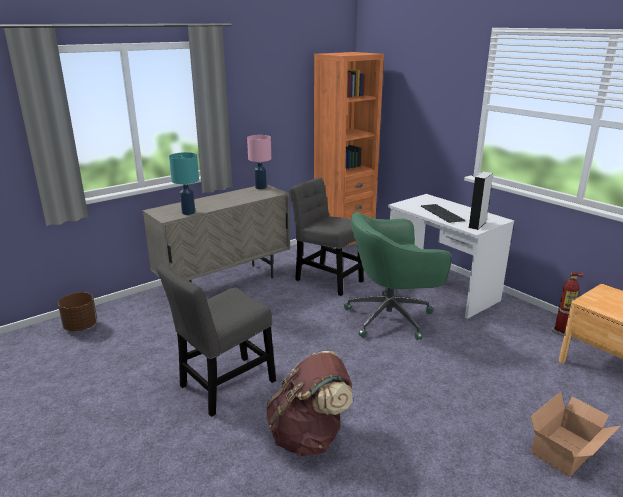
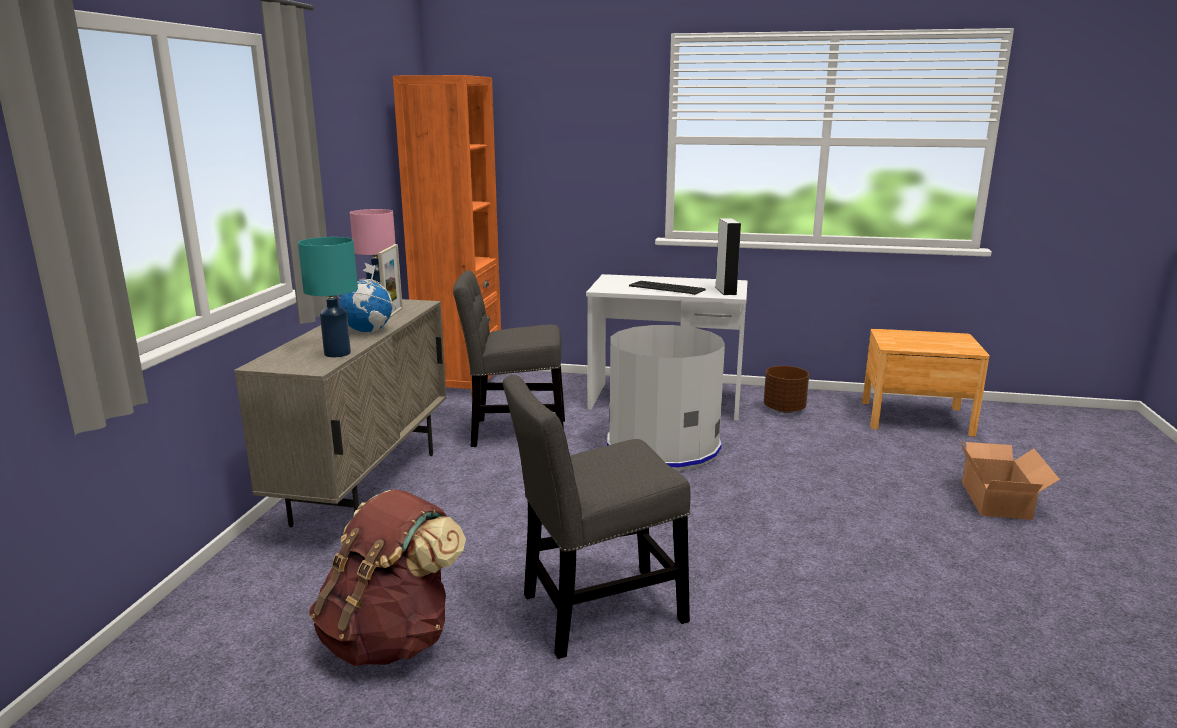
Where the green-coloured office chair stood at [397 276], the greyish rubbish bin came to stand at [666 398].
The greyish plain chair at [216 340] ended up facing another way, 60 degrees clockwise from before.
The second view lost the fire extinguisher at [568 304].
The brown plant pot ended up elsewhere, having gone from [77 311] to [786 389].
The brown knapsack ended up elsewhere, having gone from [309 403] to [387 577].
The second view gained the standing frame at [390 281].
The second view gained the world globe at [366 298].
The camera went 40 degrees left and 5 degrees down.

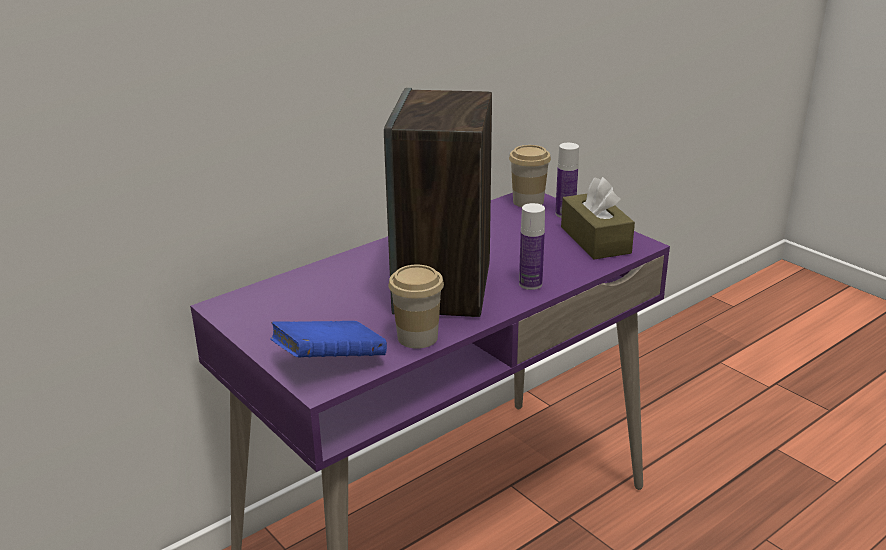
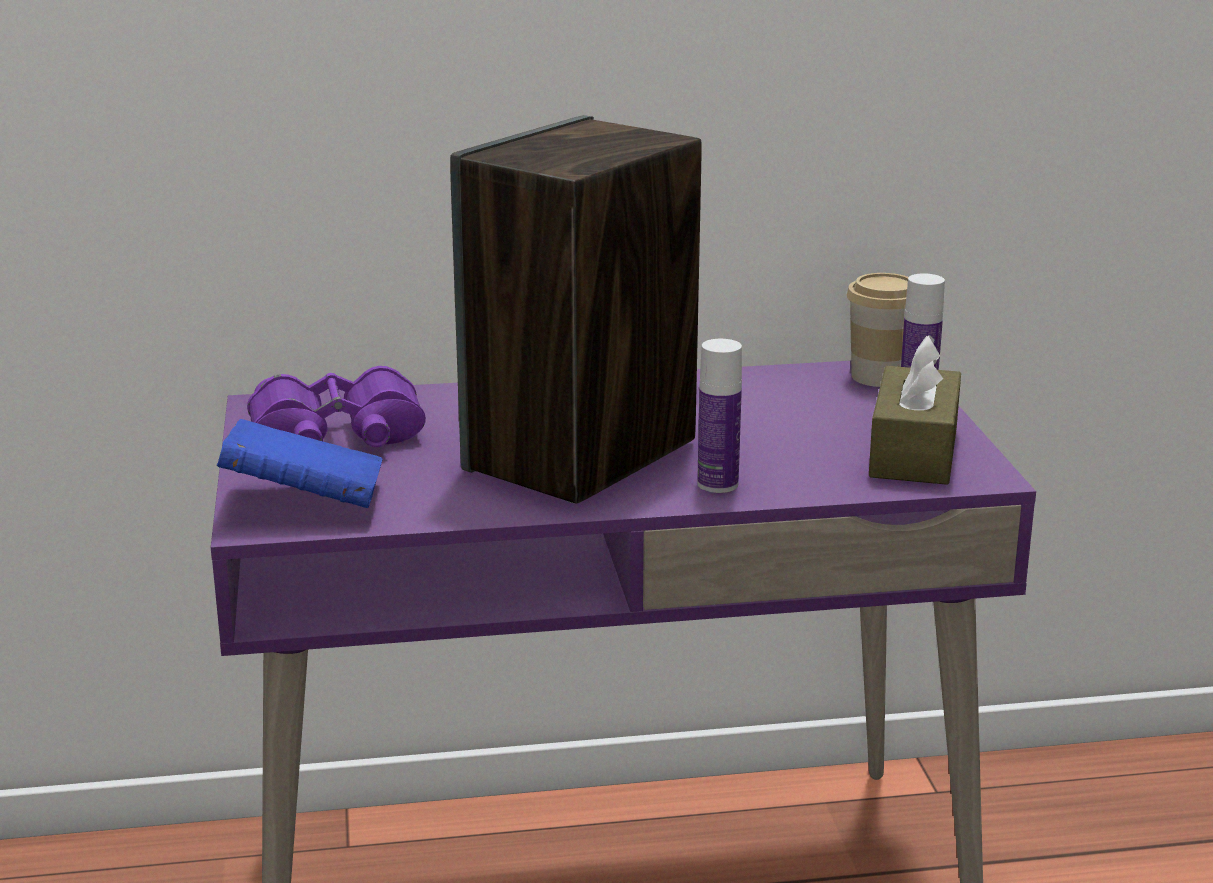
The second view lost the drinking cup at [416 307].
The second view gained the purplish field glasses at [336 406].
The camera went 30 degrees right and 5 degrees down.

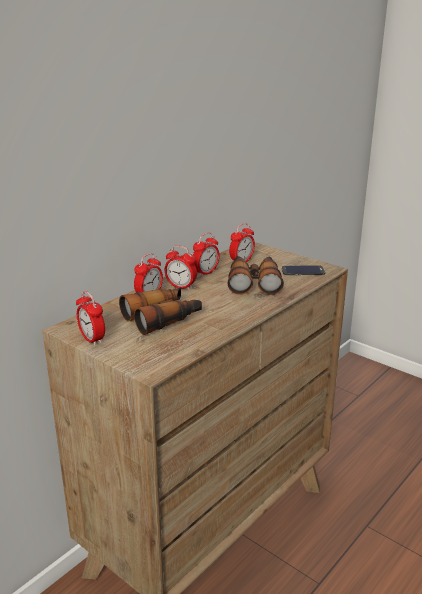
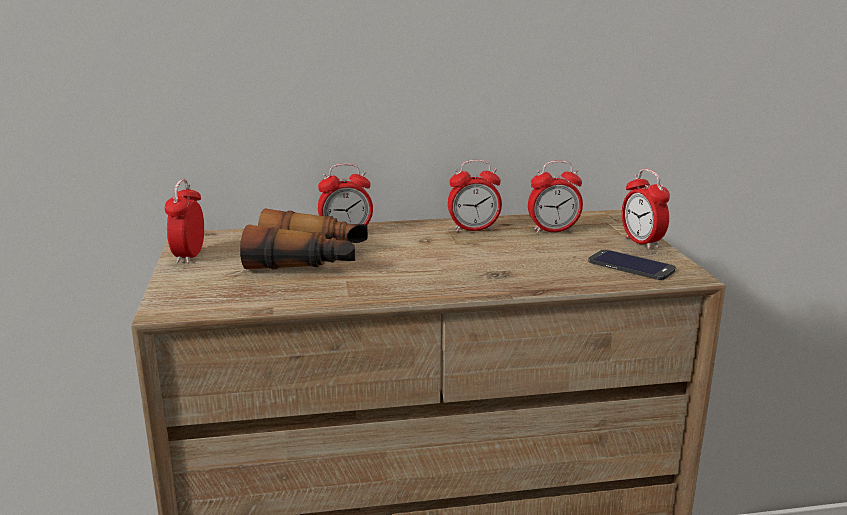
The table clock ended up elsewhere, having gone from [181 267] to [646 209].
The second view lost the field glasses at [255 275].
The camera went 40 degrees right and 5 degrees down.

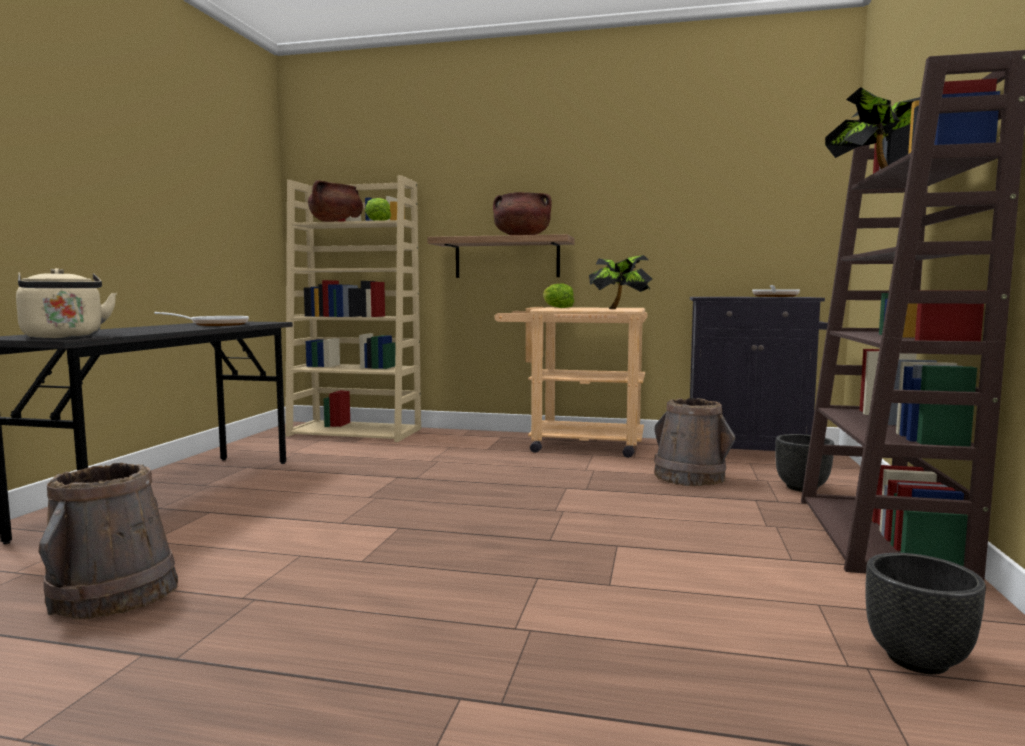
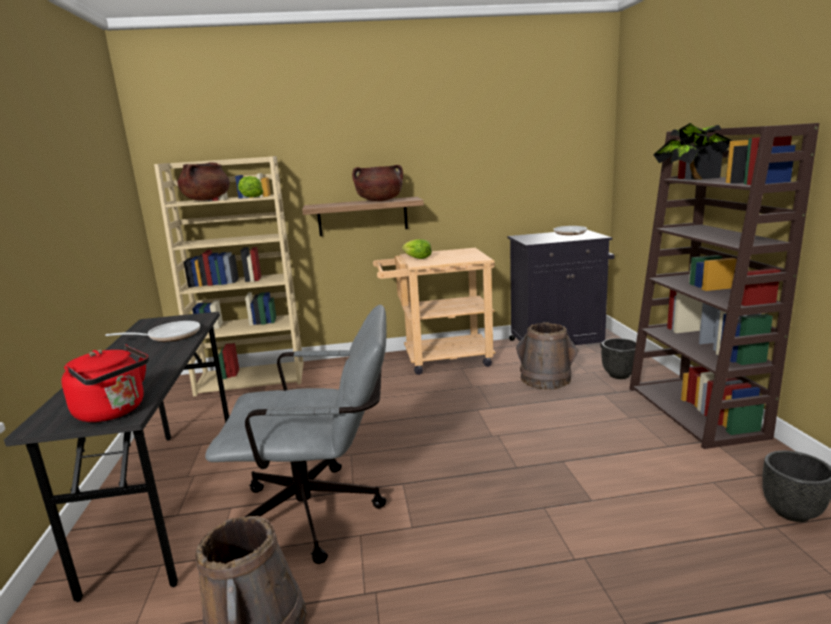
The second view lost the potted plant at [620 282].
What was the sand-coloured kettle at [66 303] turned into the red kettle at [105 383].
The second view gained the greyish office chair at [296 434].
The camera went 20 degrees left and 10 degrees up.

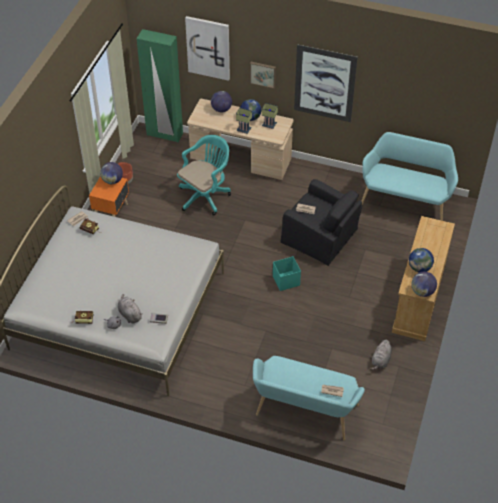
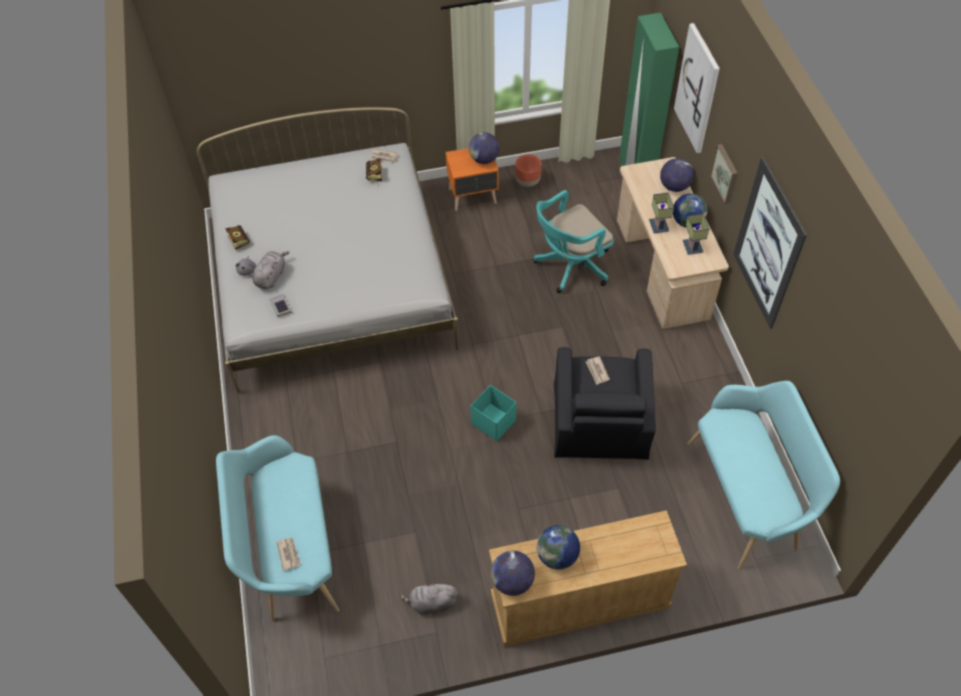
The turquoise office chair at [204 175] ended up facing another way, 135 degrees clockwise from before.
The camera went 60 degrees right and 5 degrees up.

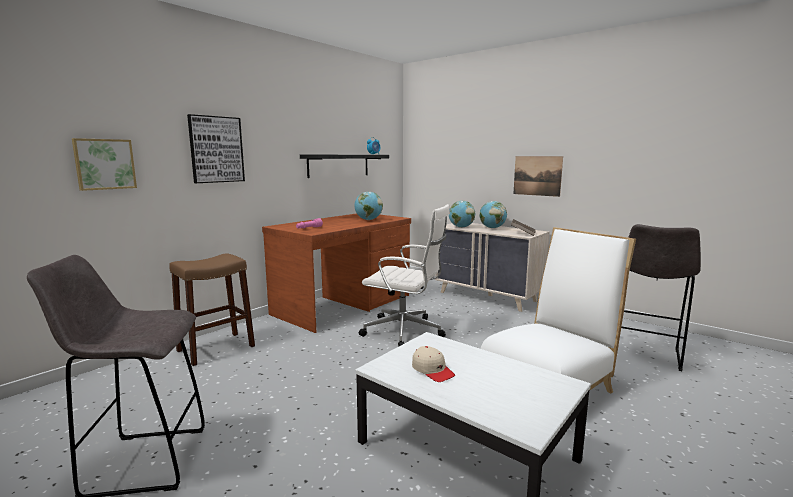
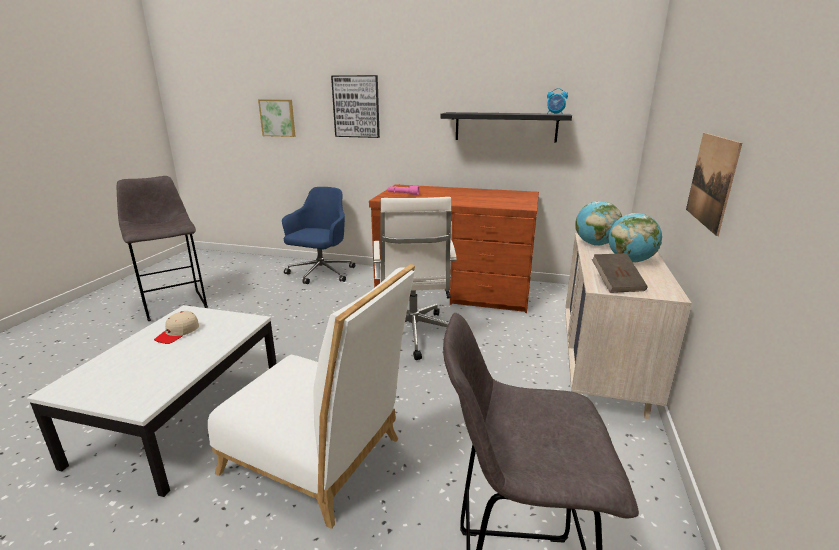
The second view lost the world globe at [368 206].
Where the brown stool seat stood at [212 309], the bluish office chair came to stand at [318 235].
The camera went 65 degrees right and 10 degrees up.

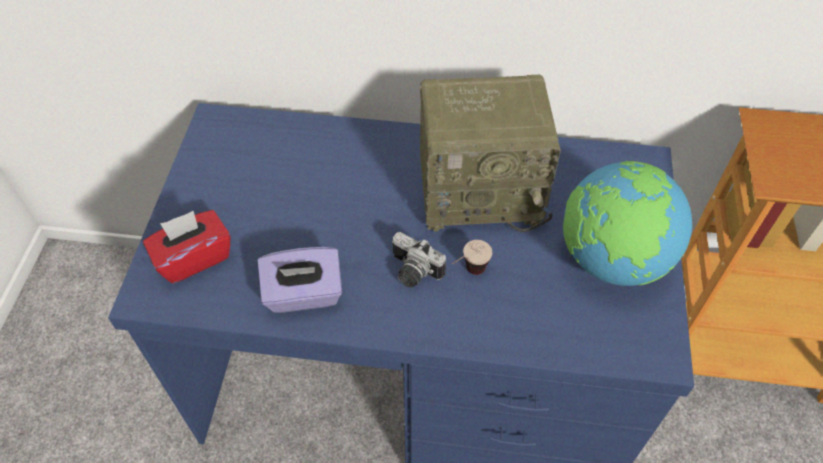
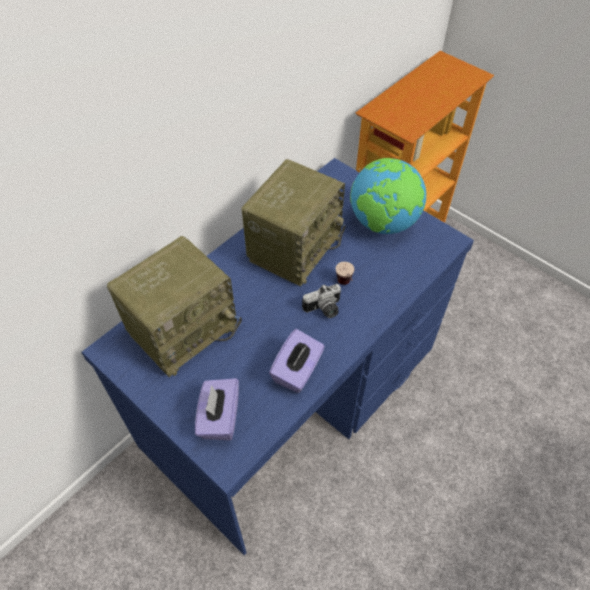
What was the red tissue box at [187 246] turned into the purplish tissue box at [217 409].
The second view gained the radio receiver at [174 306].
The camera went 55 degrees left and 0 degrees up.

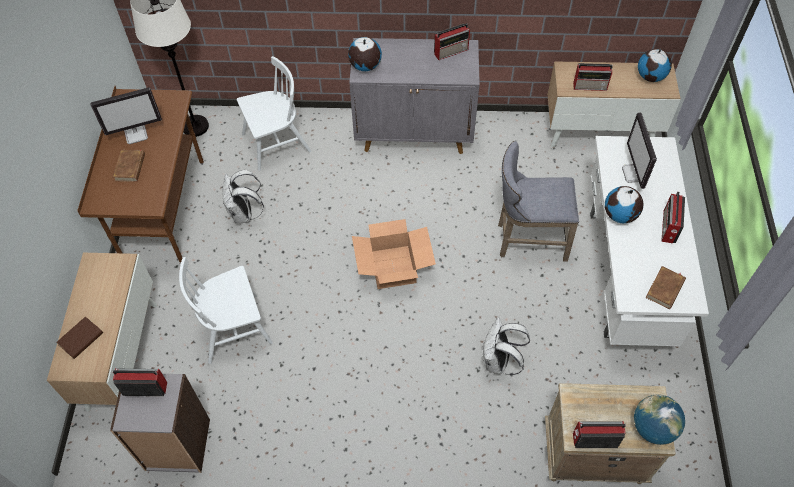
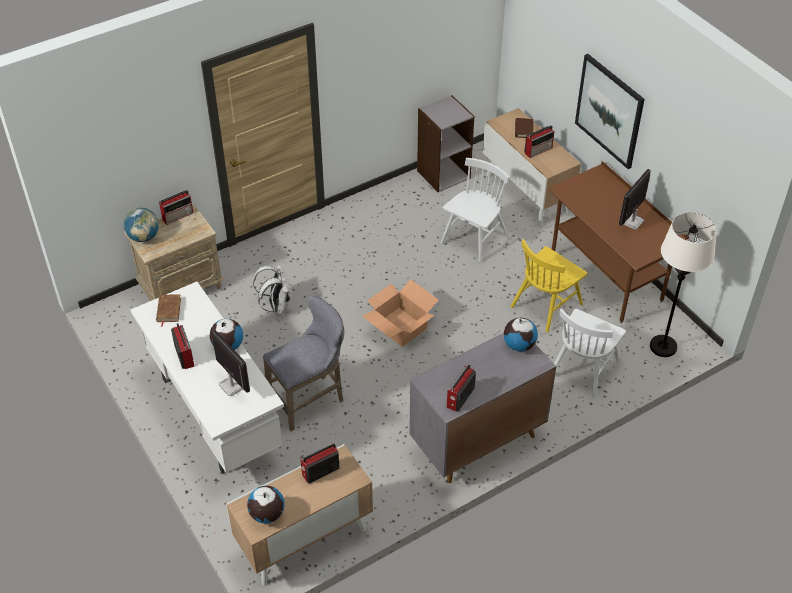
The second view lost the brown bound book at [129 165].
Where the white-coloured knapsack stood at [243 197], the yellowish plain chair came to stand at [548 285].
The radio receiver ended up elsewhere, having gone from [139 382] to [539 141].
The second view gained the picture at [610 111].
The camera went 145 degrees right and 10 degrees down.

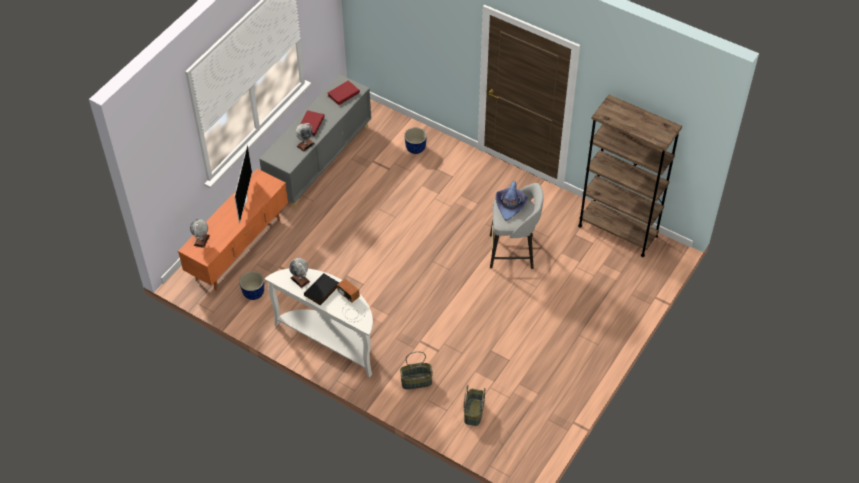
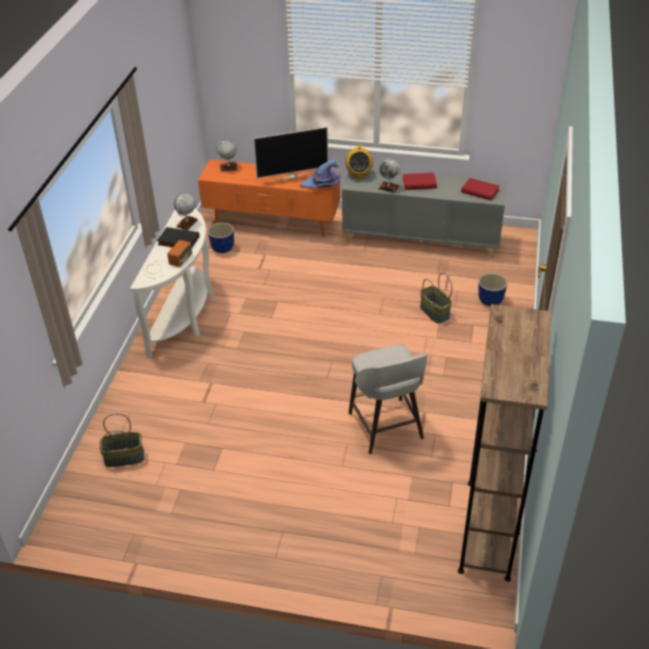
The purplish wearable hat ended up elsewhere, having gone from [512 200] to [320 174].
The storage basket ended up elsewhere, having gone from [416 370] to [436 298].
The second view gained the radio receiver at [359 161].
The camera went 70 degrees right and 10 degrees down.

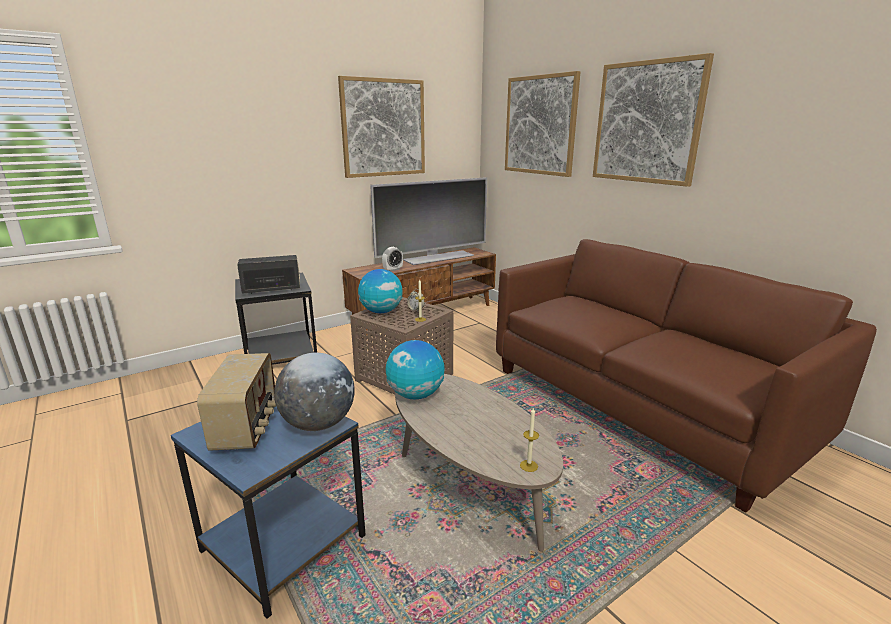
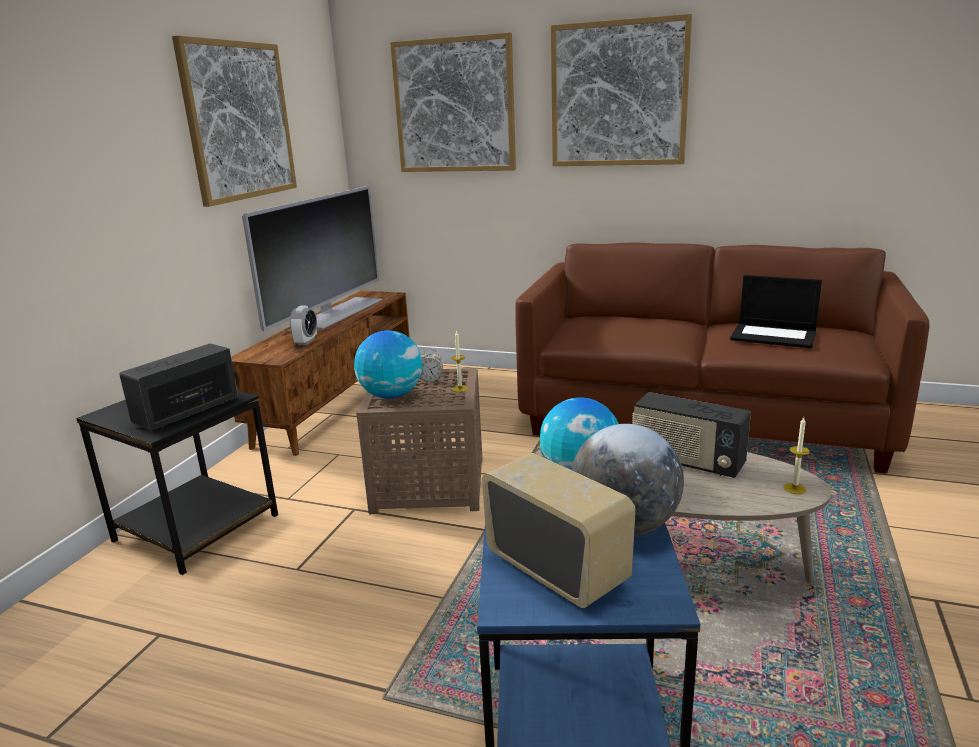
The second view gained the notebook computer at [776 311].
The second view gained the radio receiver at [691 435].
The camera went 35 degrees left and 0 degrees up.

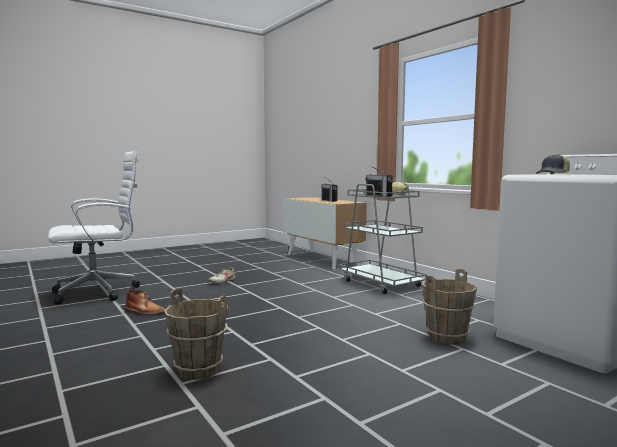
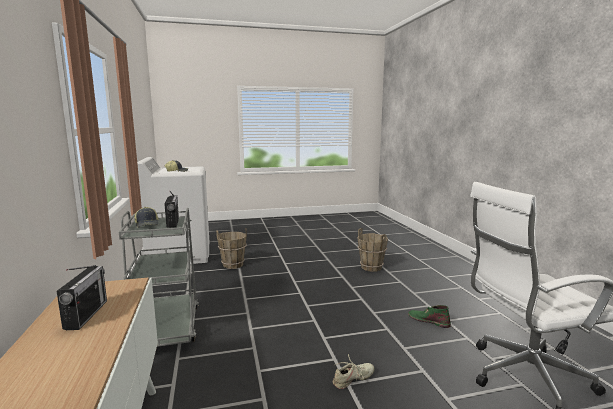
What was the brown high-top boot at [145 302] turned into the green-coloured high-top boot at [429 316].
The camera went 160 degrees left and 5 degrees up.

